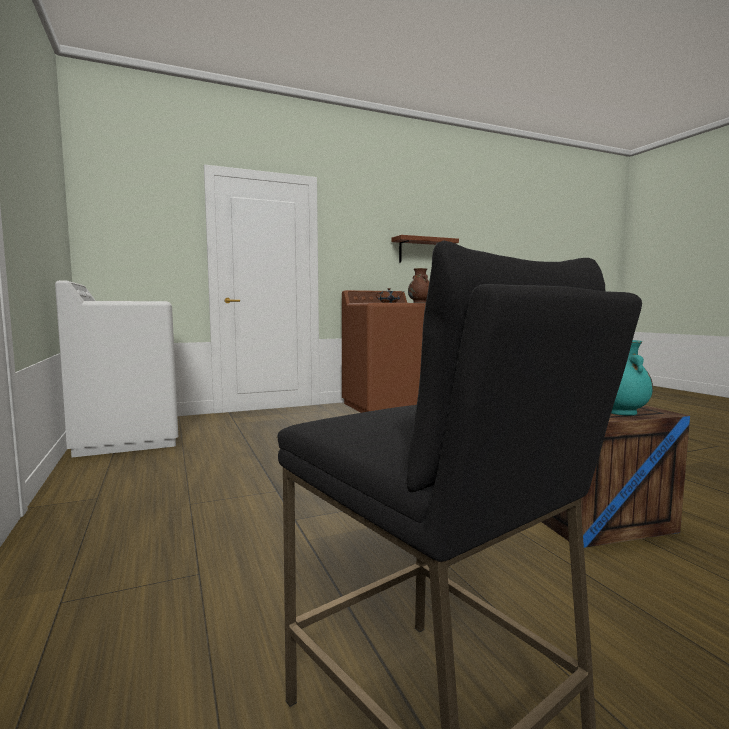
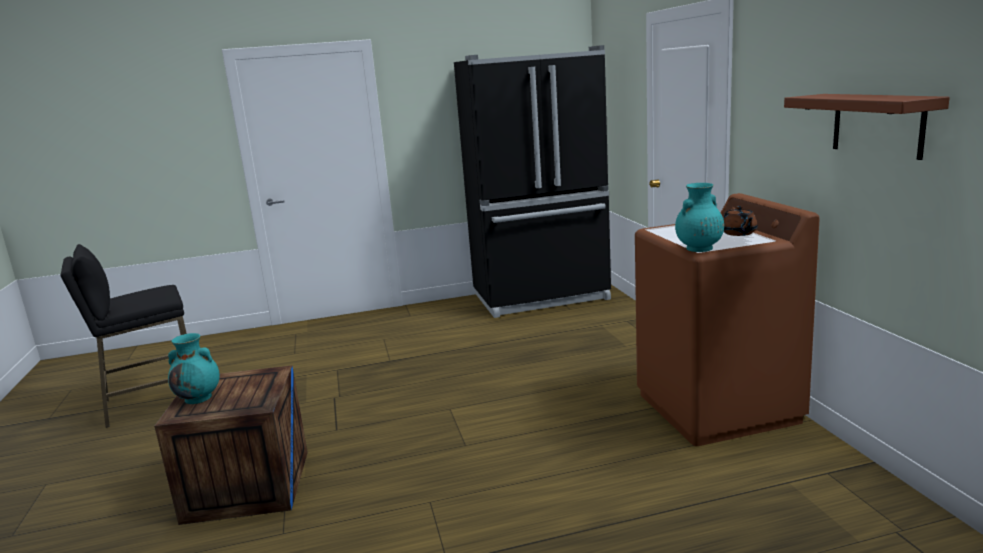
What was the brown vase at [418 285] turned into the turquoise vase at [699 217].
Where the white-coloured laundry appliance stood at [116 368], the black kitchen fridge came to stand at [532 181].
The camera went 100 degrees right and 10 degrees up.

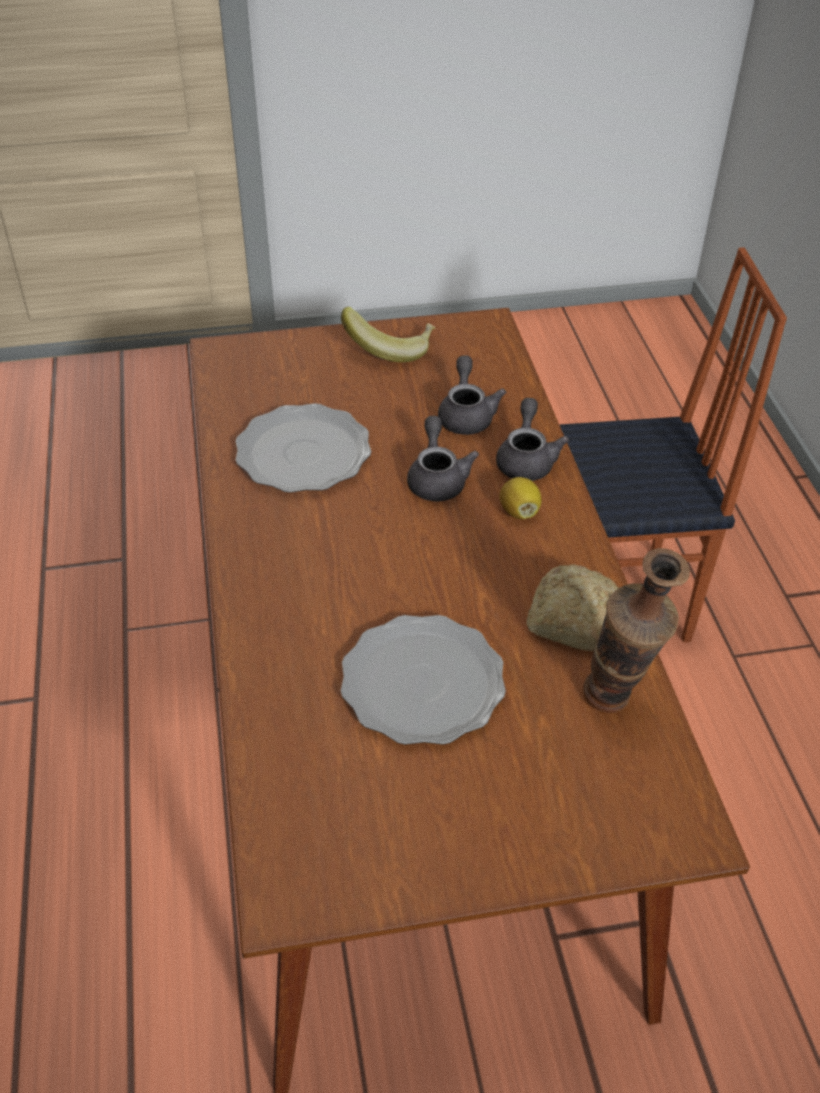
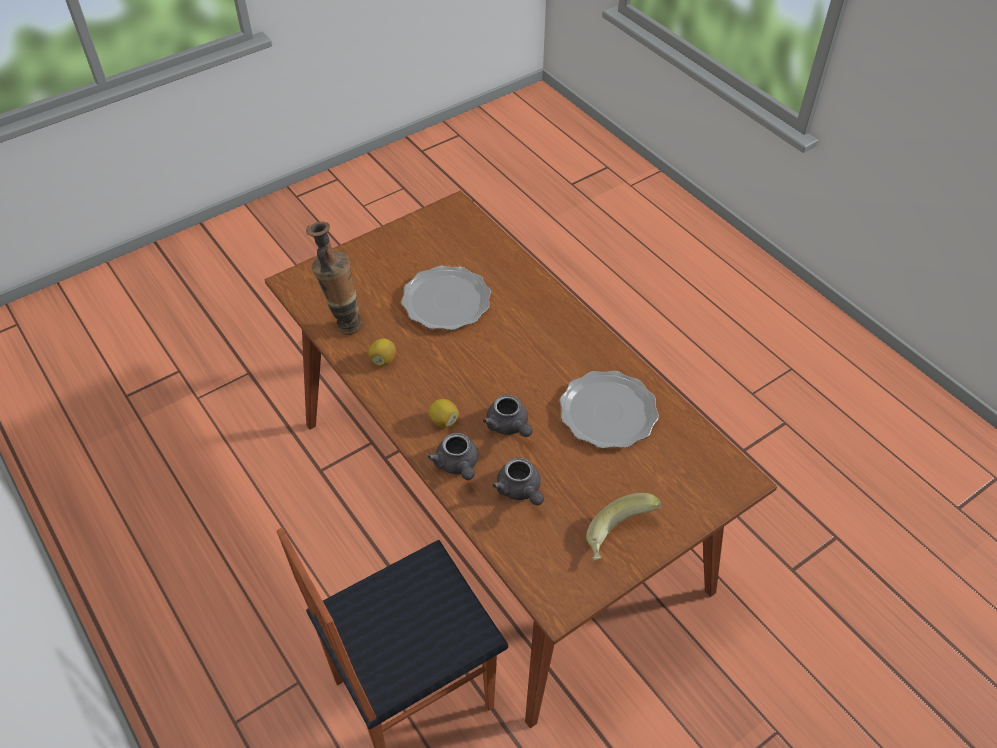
Where the bakery bread stood at [572 607], the citrus fruit came to stand at [382 352].
The camera went 155 degrees right and 5 degrees up.

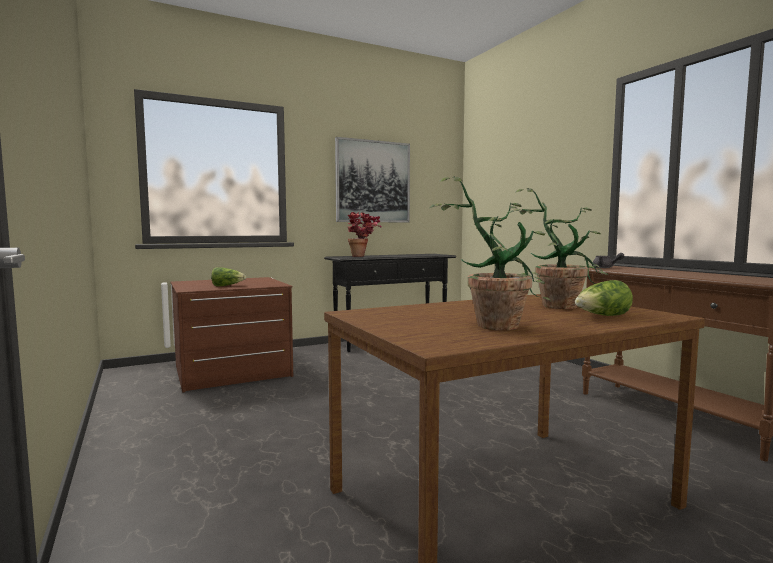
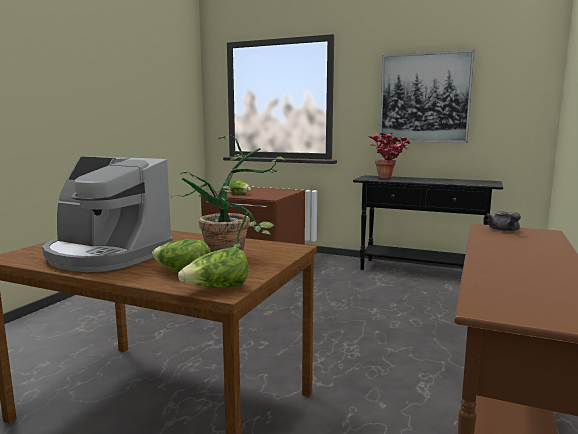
Where the potted plant stood at [490 253], the coffee machine came to stand at [107 214].
The second view gained the lettuce head at [213 267].
The camera went 50 degrees right and 5 degrees up.

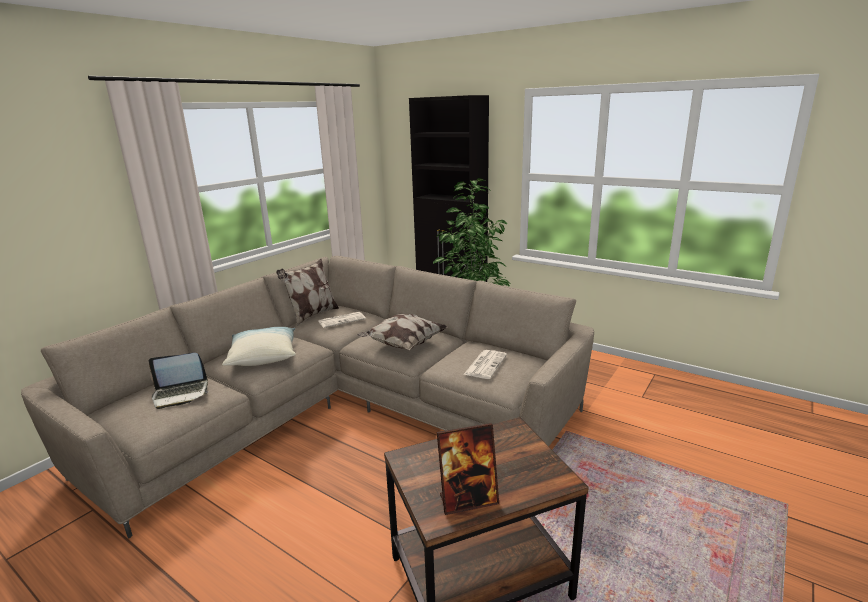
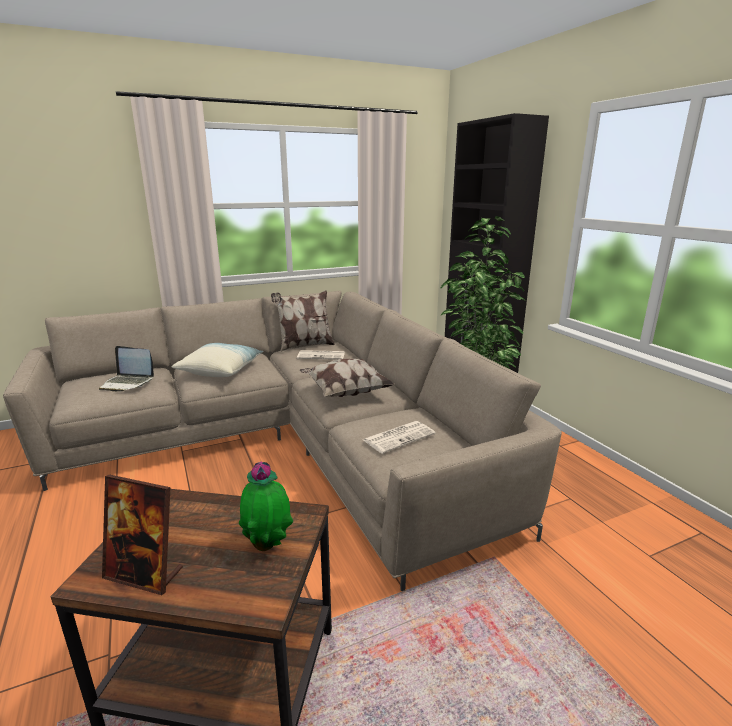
The second view gained the potted plant at [266 506].
The camera went 30 degrees right and 0 degrees up.

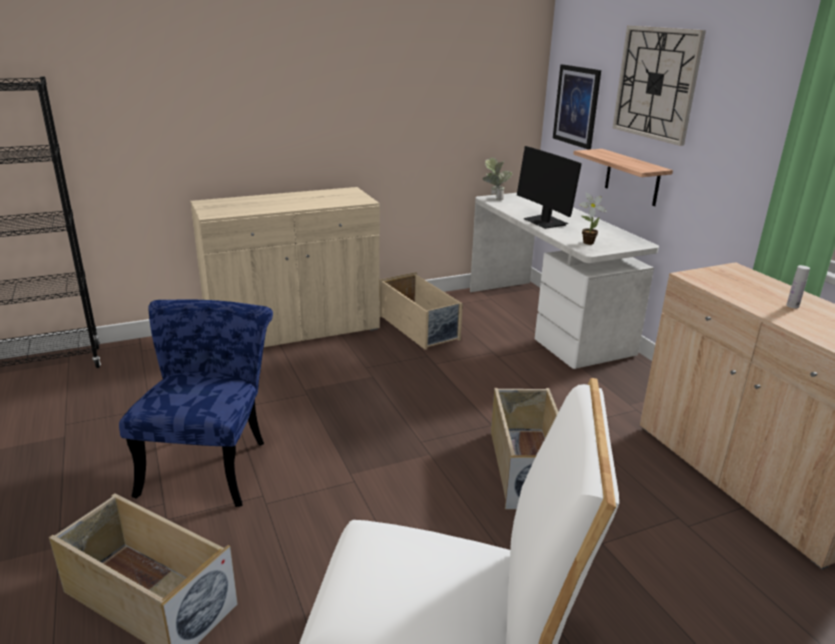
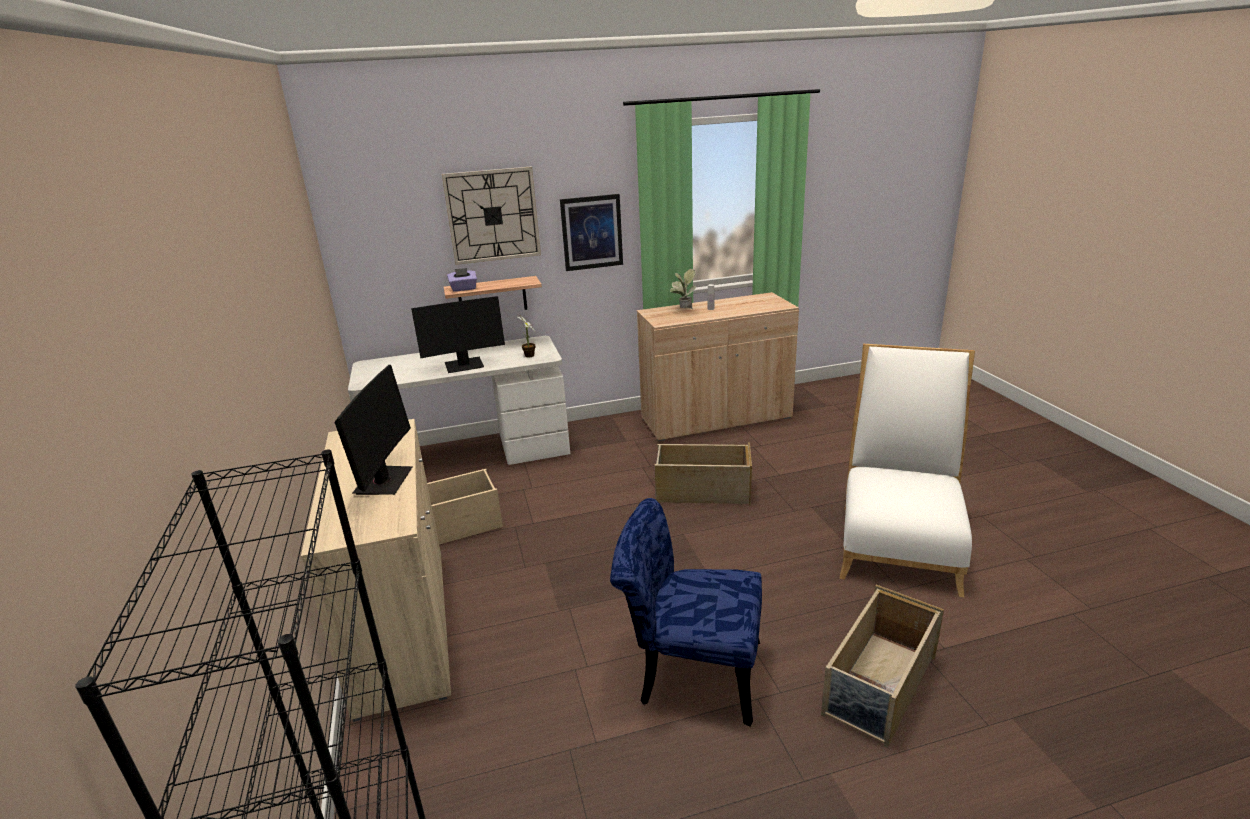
The picture ended up elsewhere, having gone from [577 107] to [591 232].
The potted plant ended up elsewhere, having gone from [497 179] to [683 288].
The second view gained the purplish tissue box at [462 280].
The second view gained the computer screen at [373 430].
The camera went 80 degrees left and 0 degrees up.

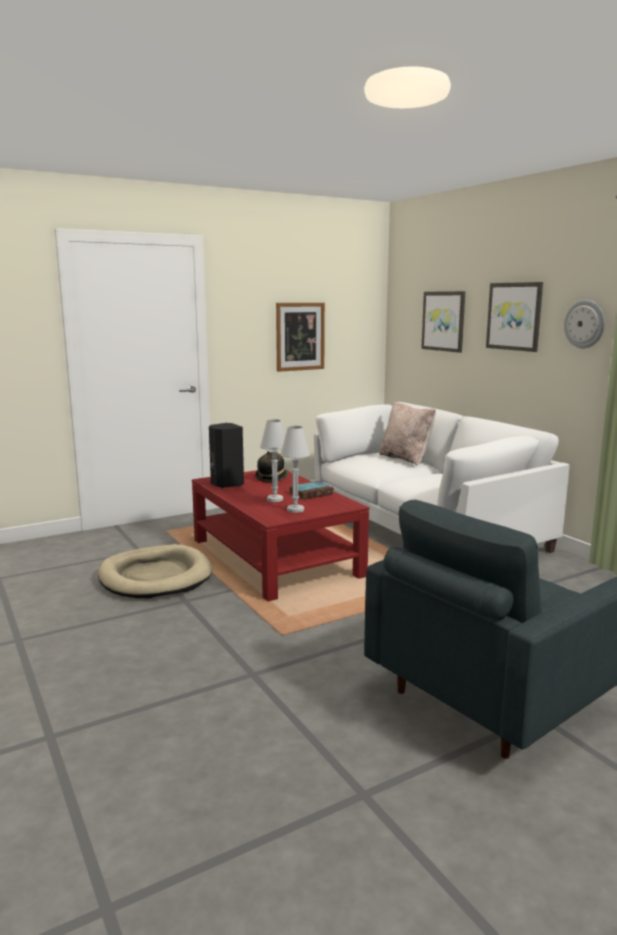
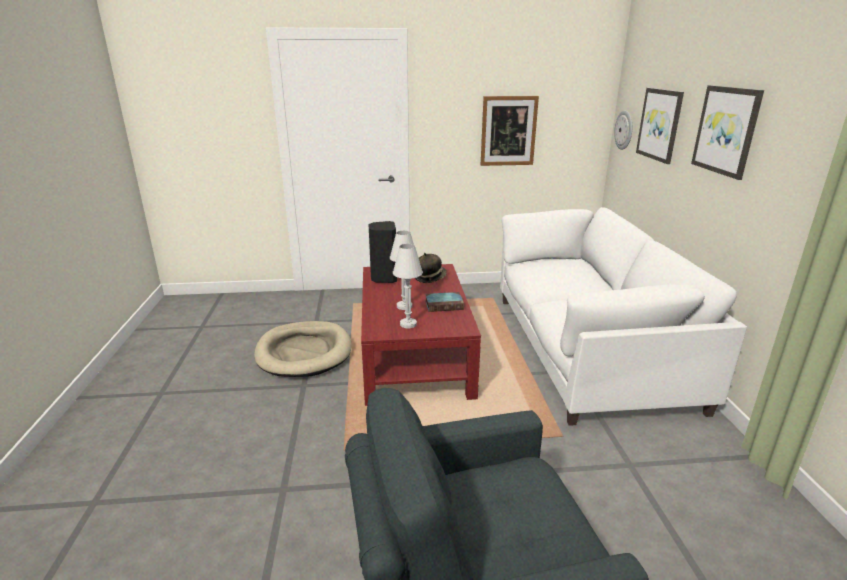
The hanging clock ended up elsewhere, having gone from [584 324] to [623 130].
The second view lost the sand-coloured throw pillow at [407 433].
The camera went 25 degrees right and 10 degrees up.

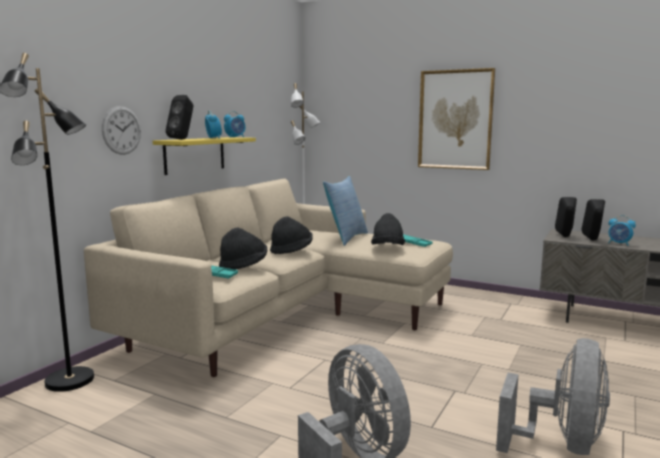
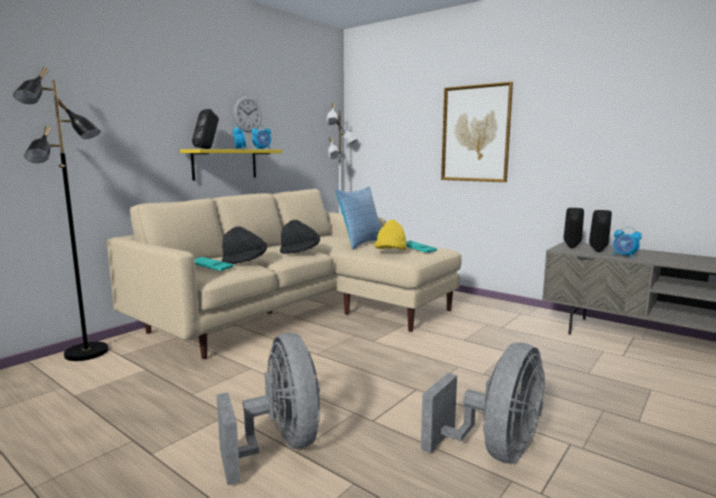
The hanging clock ended up elsewhere, having gone from [121 130] to [247 114].
What was the black wearable hat at [388 229] turned into the yellowish wearable hat at [390 235].
The camera went 10 degrees right and 0 degrees up.

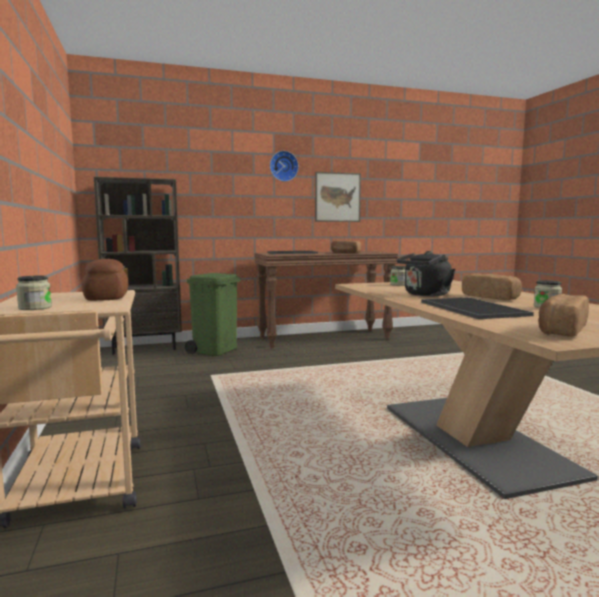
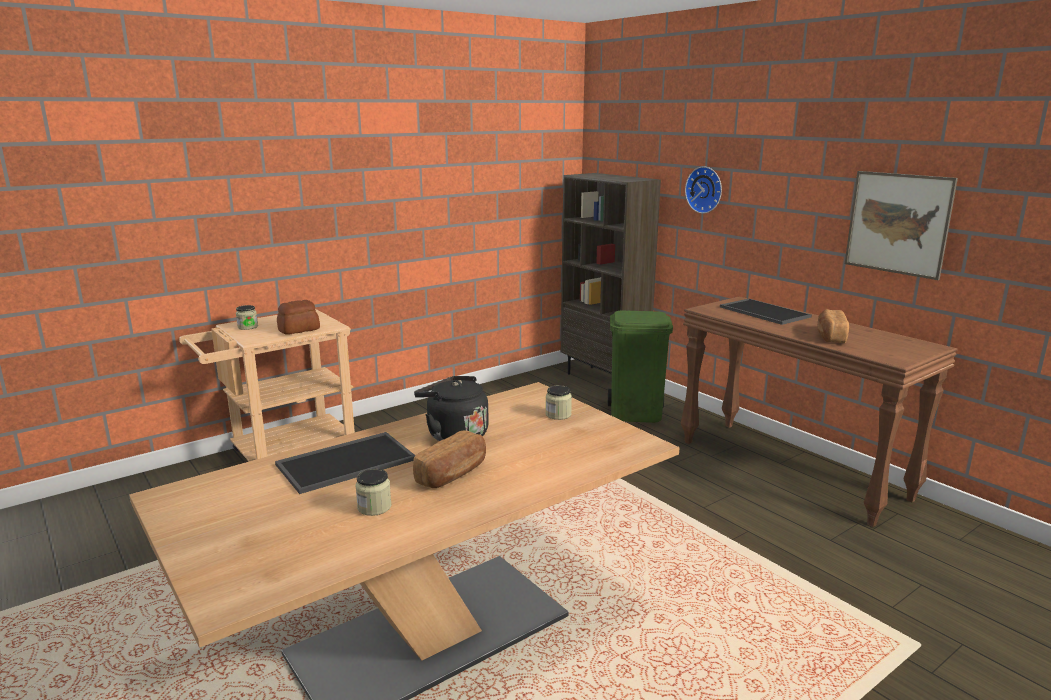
The hanging clock ended up elsewhere, having gone from [284 166] to [703 190].
The second view lost the bakery bread at [563 315].
The camera went 70 degrees right and 10 degrees up.

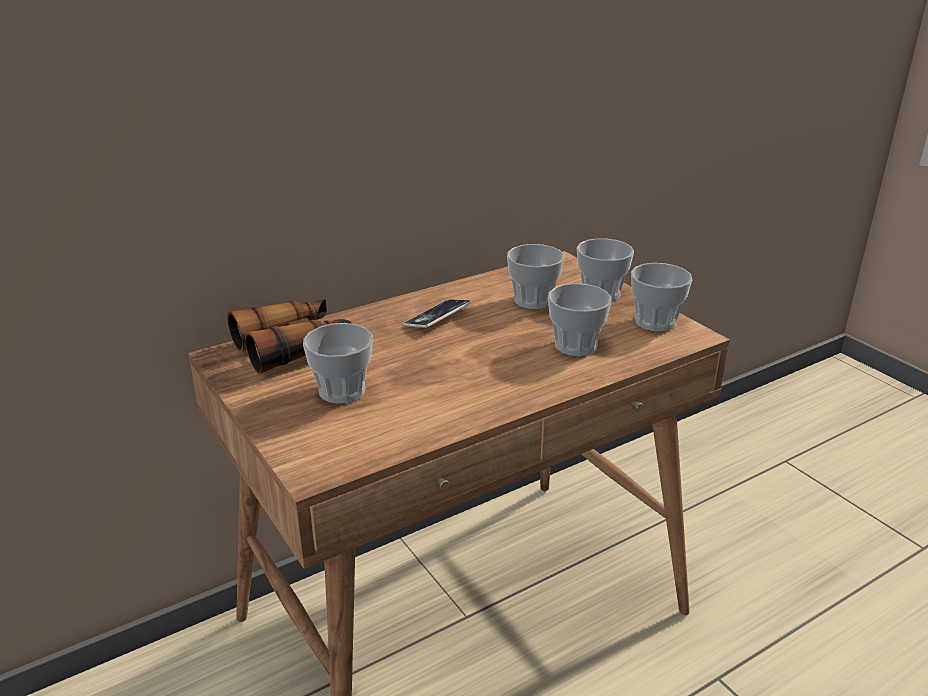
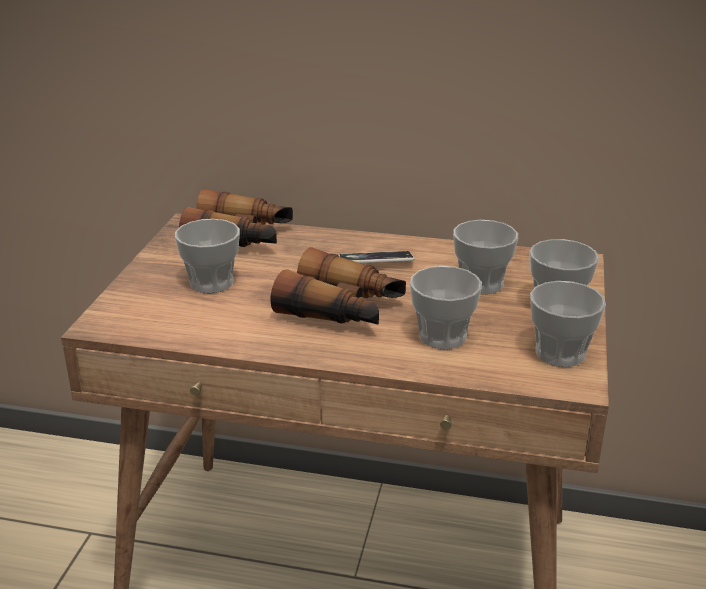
The second view gained the field glasses at [338 286].
The camera went 45 degrees right and 0 degrees up.

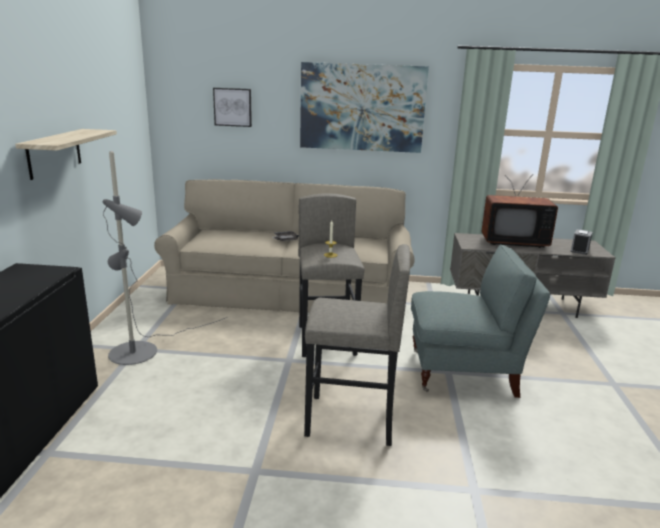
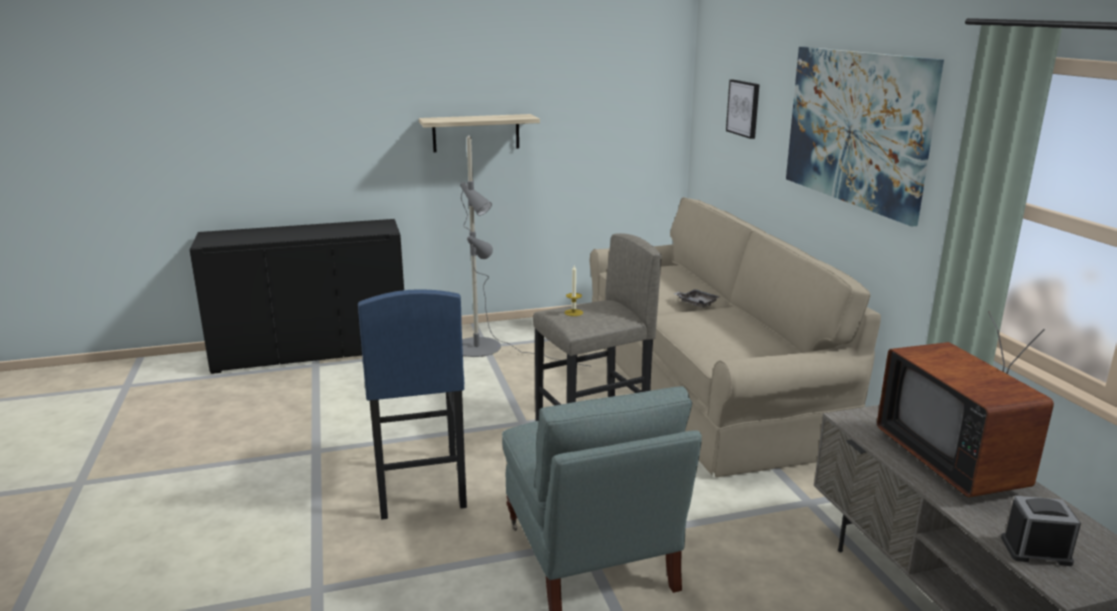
What was the greyish stool seat at [357 345] turned into the bluish stool seat at [412 404].
The camera went 70 degrees right and 0 degrees up.

